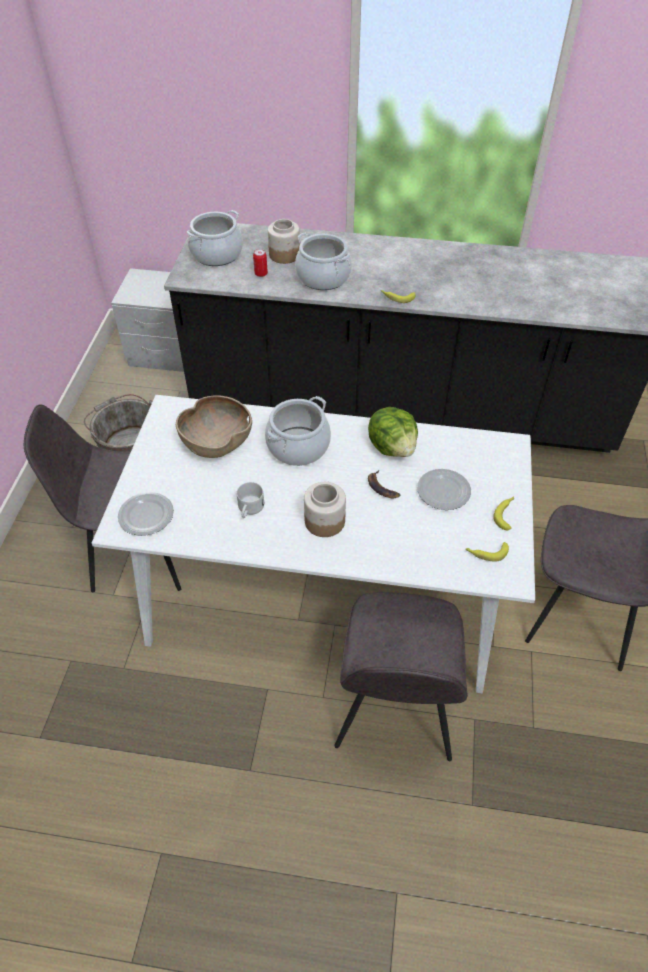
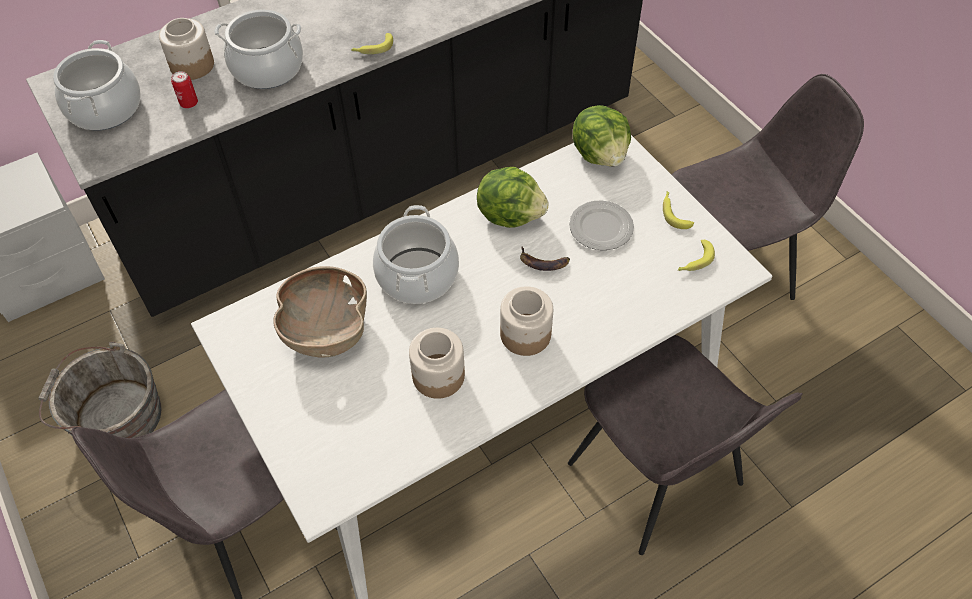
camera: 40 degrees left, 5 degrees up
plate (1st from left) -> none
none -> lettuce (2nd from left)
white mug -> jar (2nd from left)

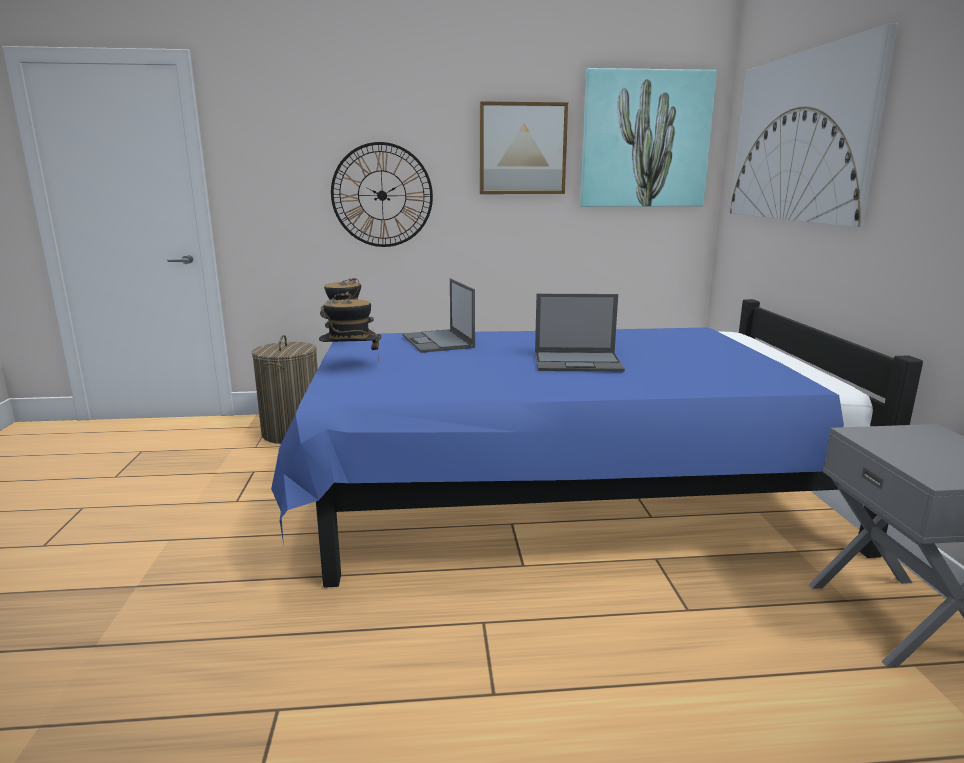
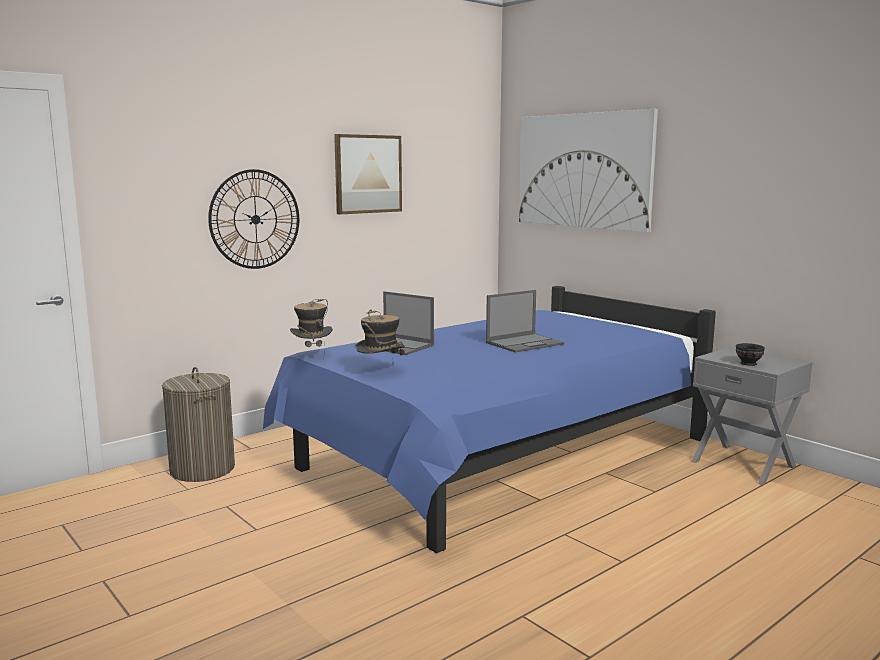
camera: 35 degrees left, 5 degrees down
picture (2nd from left) -> none
none -> black bowl

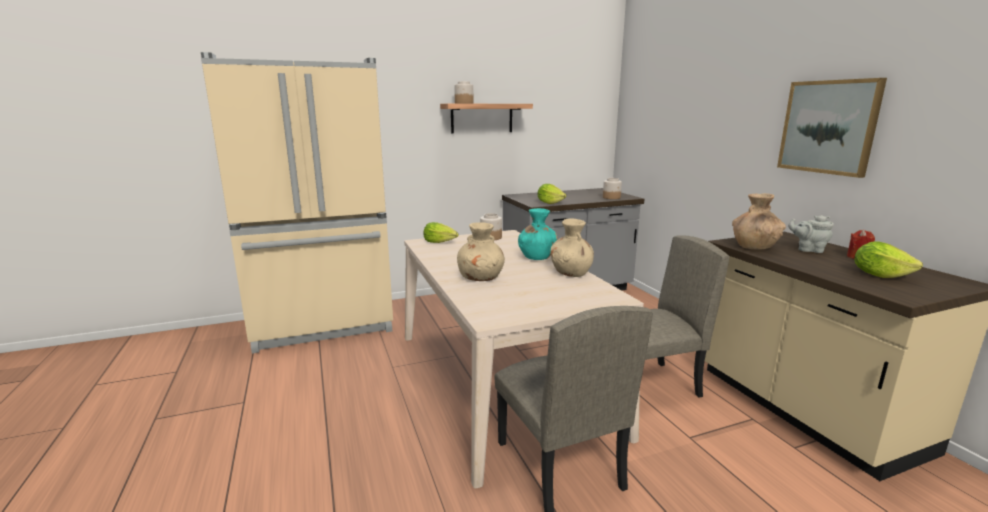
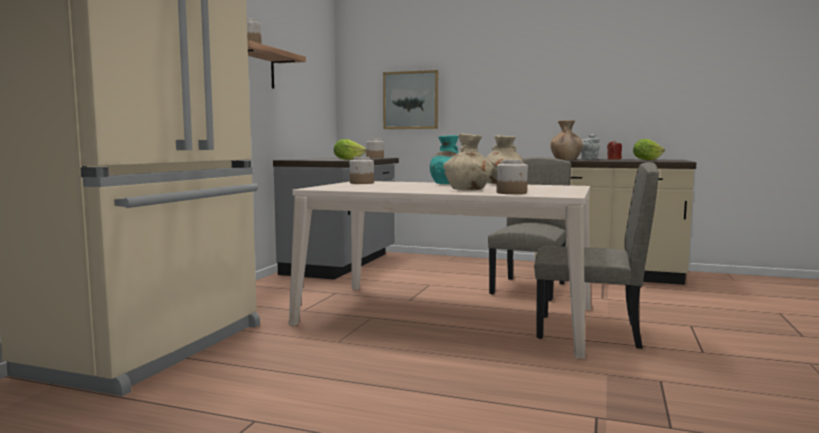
camera: 50 degrees left, 10 degrees down
lettuce (1st from left) -> none
none -> jar (4th from left)
picture, moved

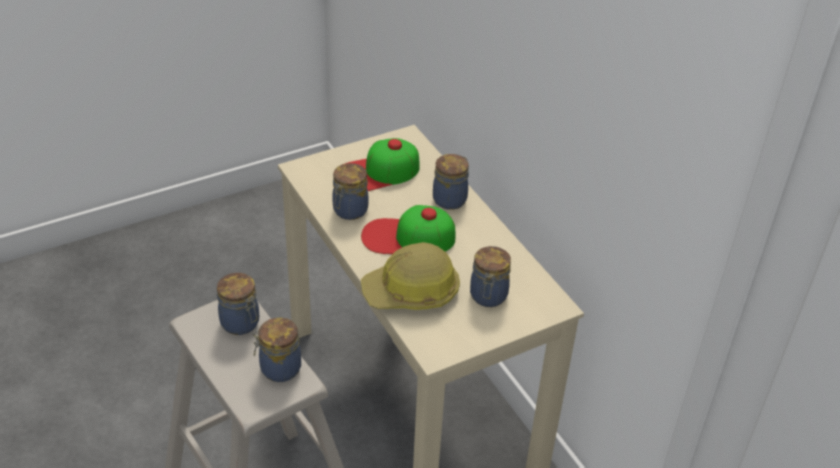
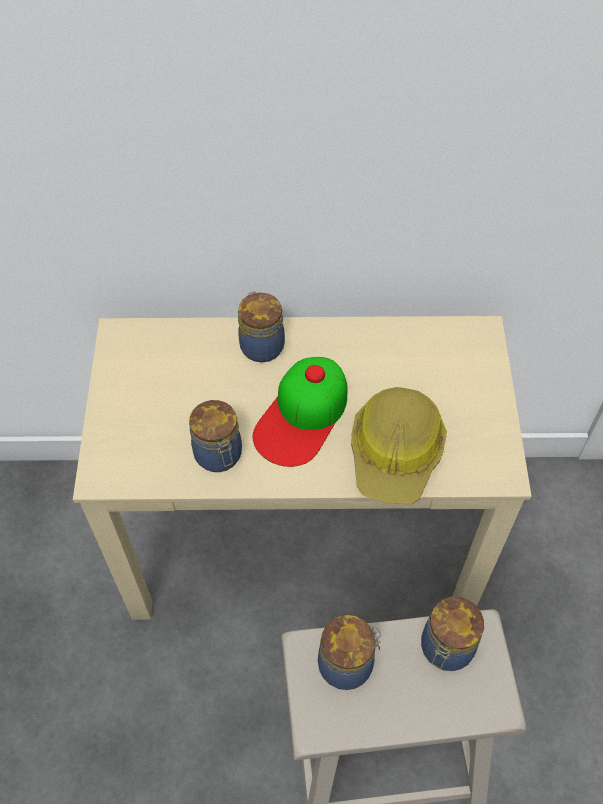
camera: 60 degrees left, 15 degrees up
cap (1st from left) -> none
jar (5th from left) -> none

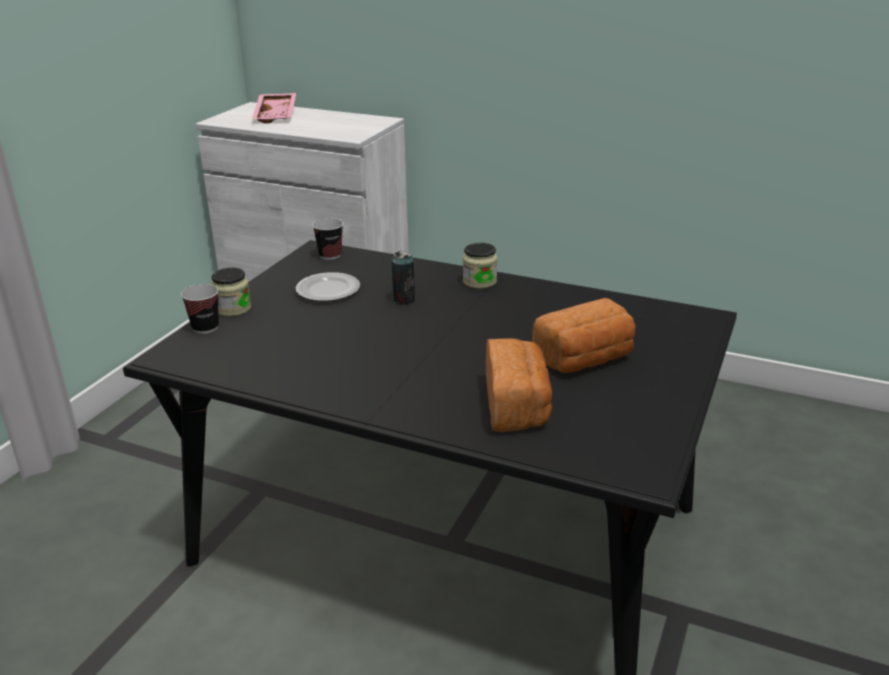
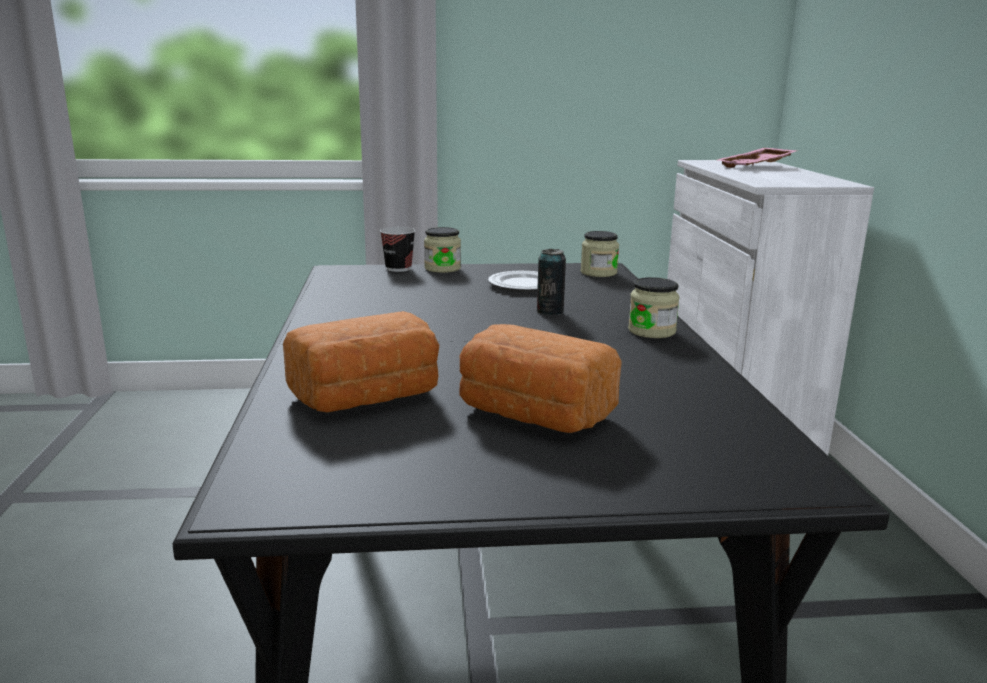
camera: 60 degrees right, 10 degrees down
cup (2nd from left) -> jar (2nd from left)

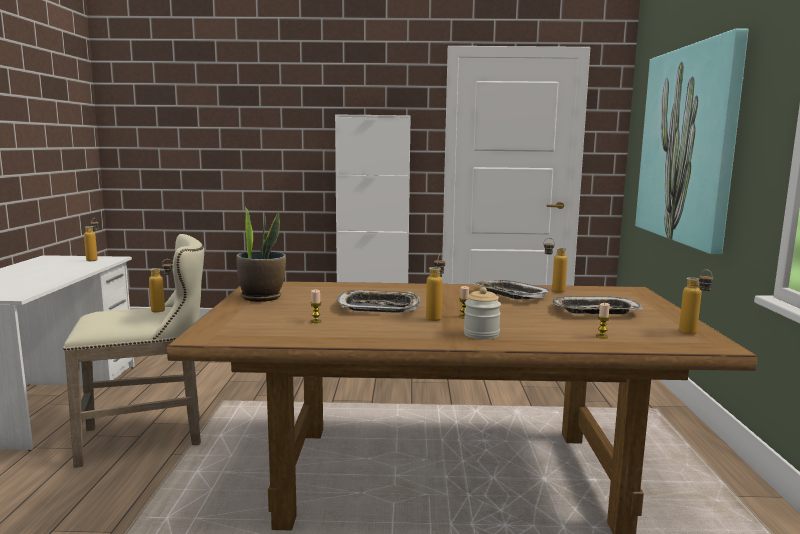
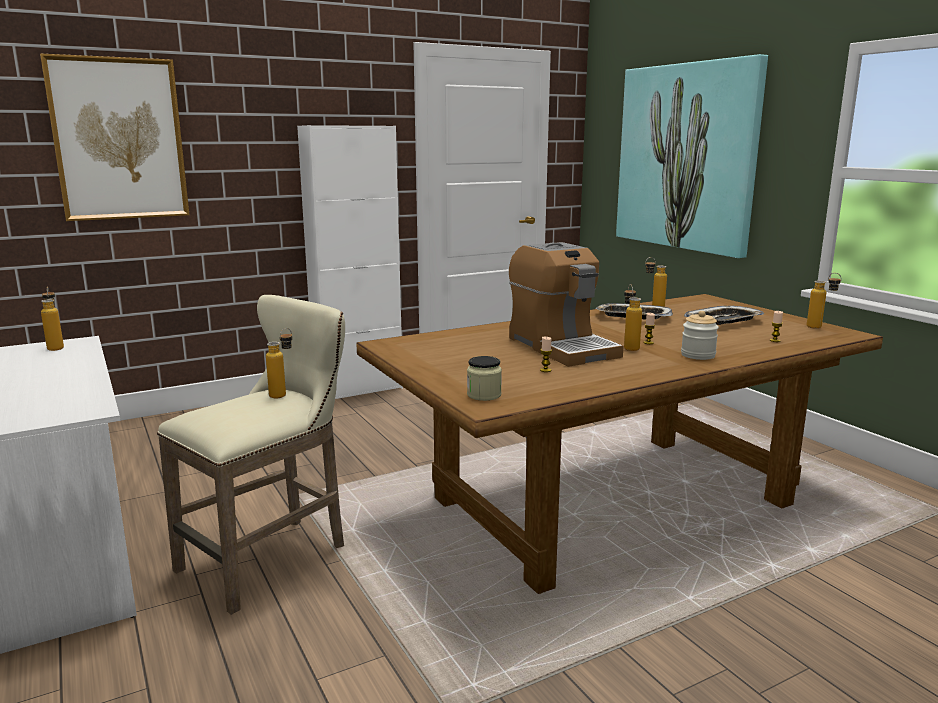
camera: 30 degrees left, 5 degrees up
potted plant -> none
none -> picture (1st from left)
none -> jar (1st from left)
tray (1st from left) -> coffee machine

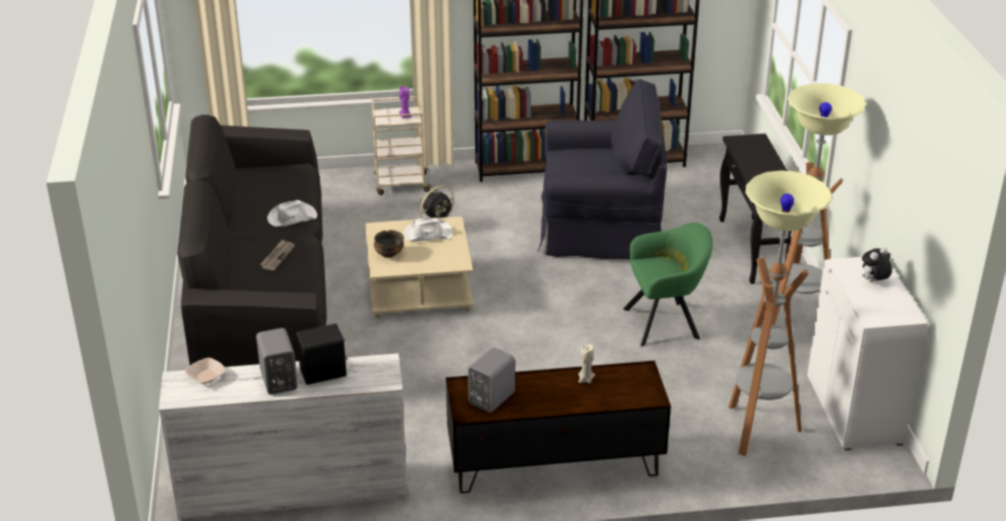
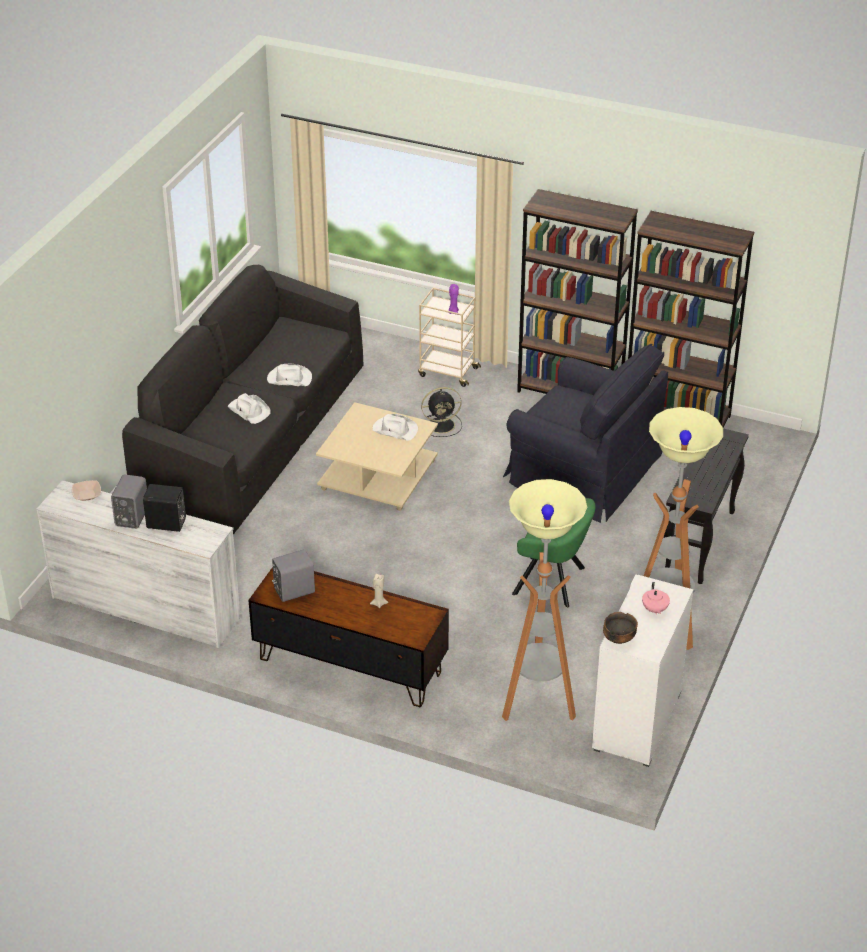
camera: 30 degrees right, 5 degrees up
bowl (2nd from left), moved
newspaper -> white hat (1st from left)
plush toy -> pink teapot

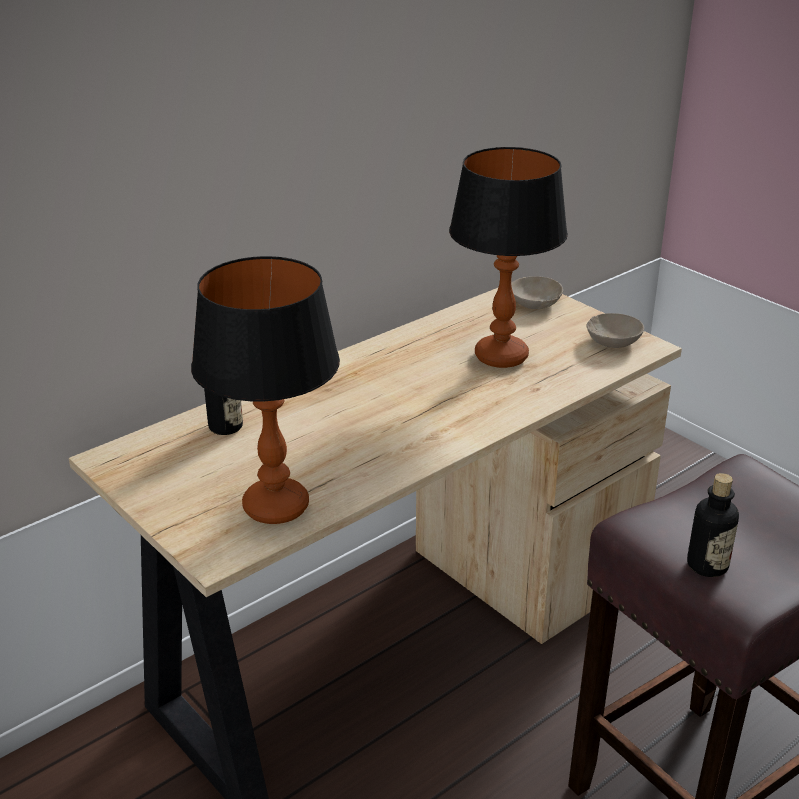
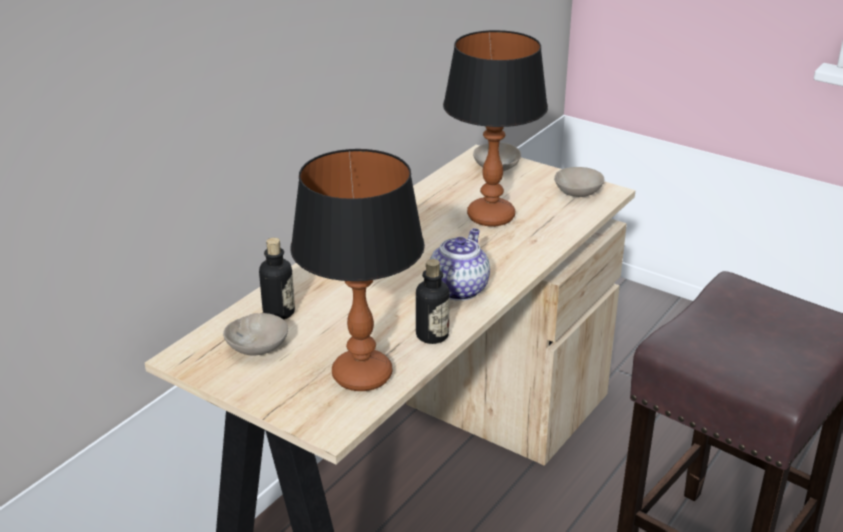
camera: 15 degrees left, 0 degrees up
none -> beige bowl (1st from left)
none -> teapot
bottle (2nd from left), moved

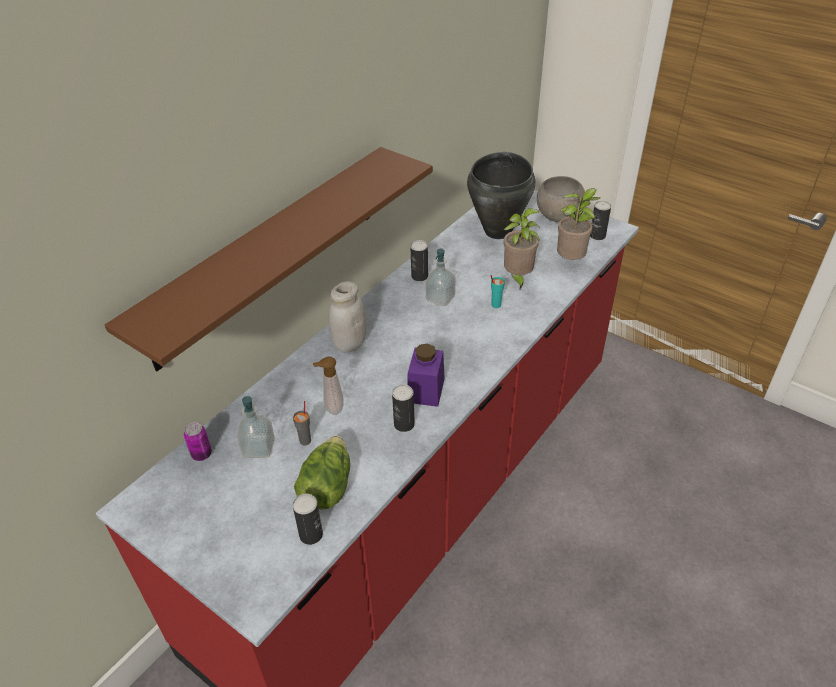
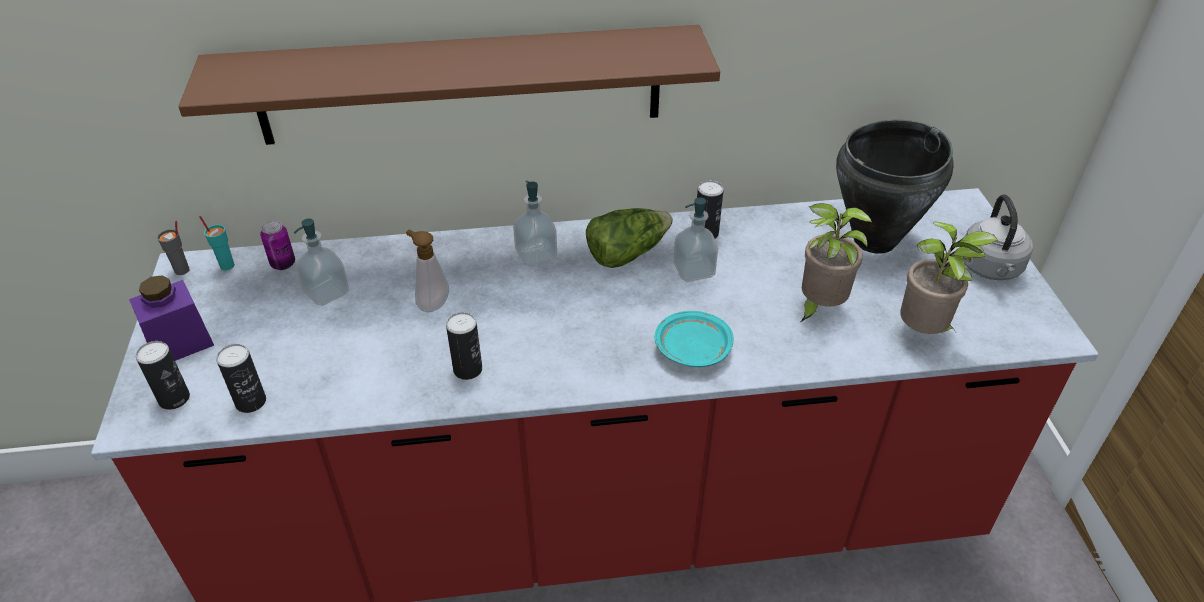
camera: 45 degrees right, 0 degrees up
none -> turquoise plate
grey cup, moved
lettuce, moved
purple jar, moved
turquoise cup, moved
can (5th from left in the first image) -> can (1st from left), moved
white jar -> soap dispenser (3rd from left)
grey bowl -> grey kettle

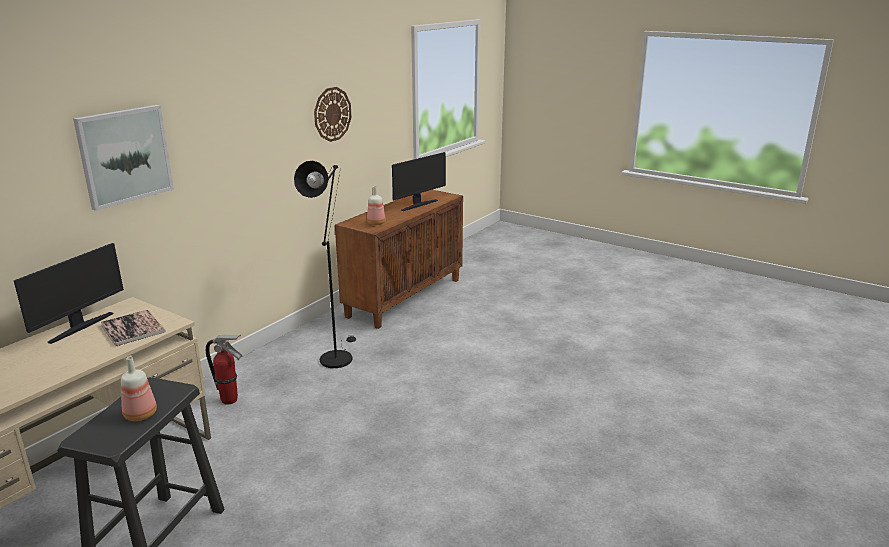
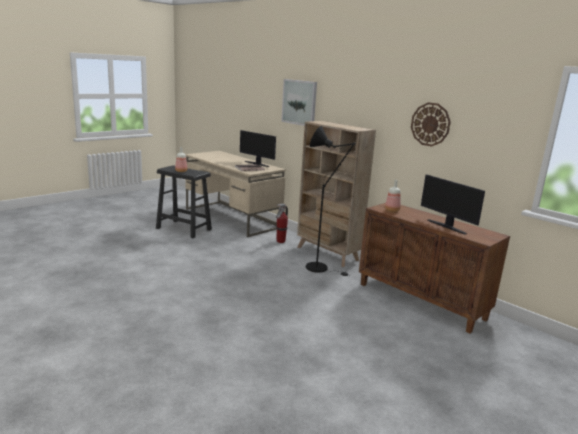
camera: 100 degrees right, 5 degrees down
none -> beige bookcase

